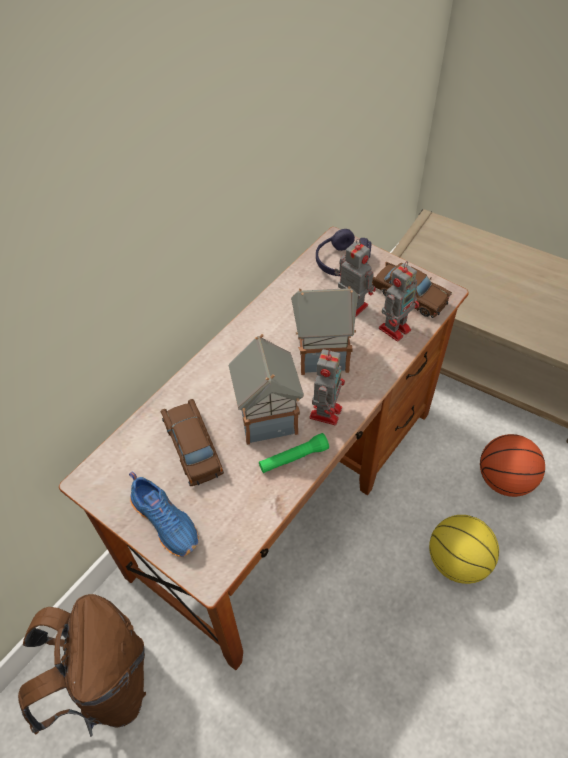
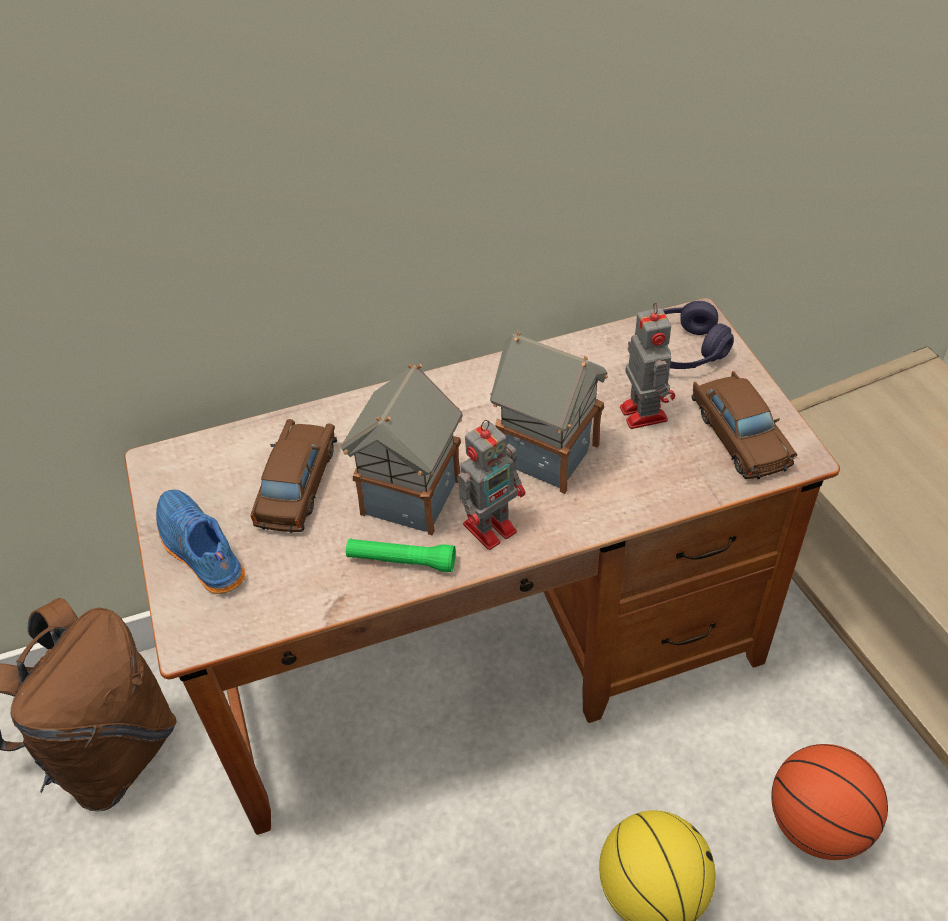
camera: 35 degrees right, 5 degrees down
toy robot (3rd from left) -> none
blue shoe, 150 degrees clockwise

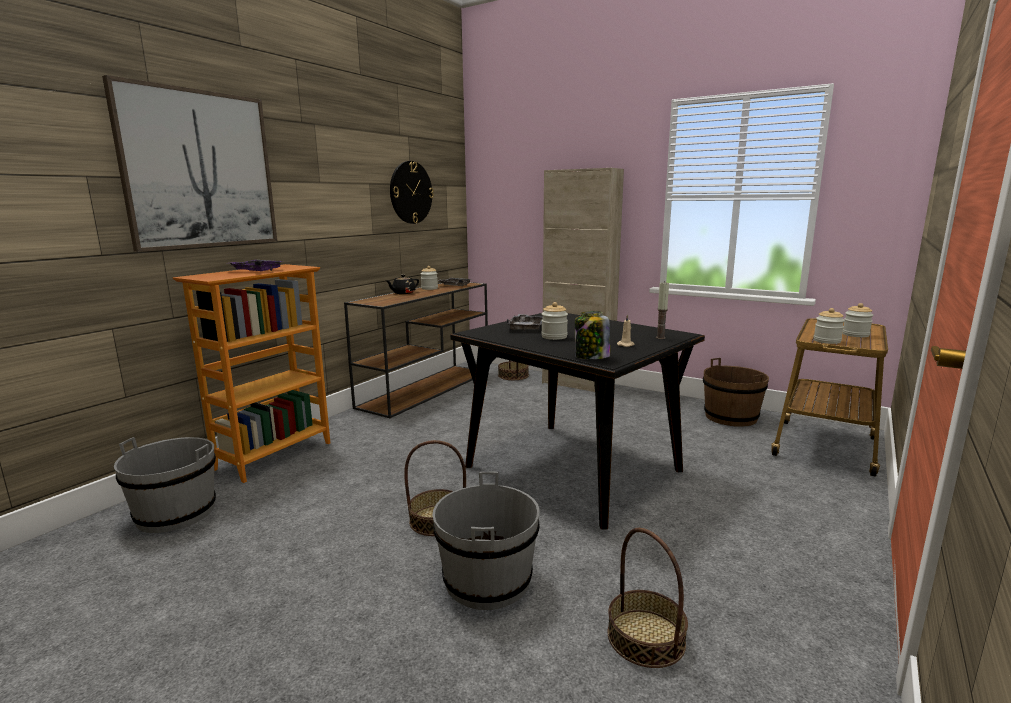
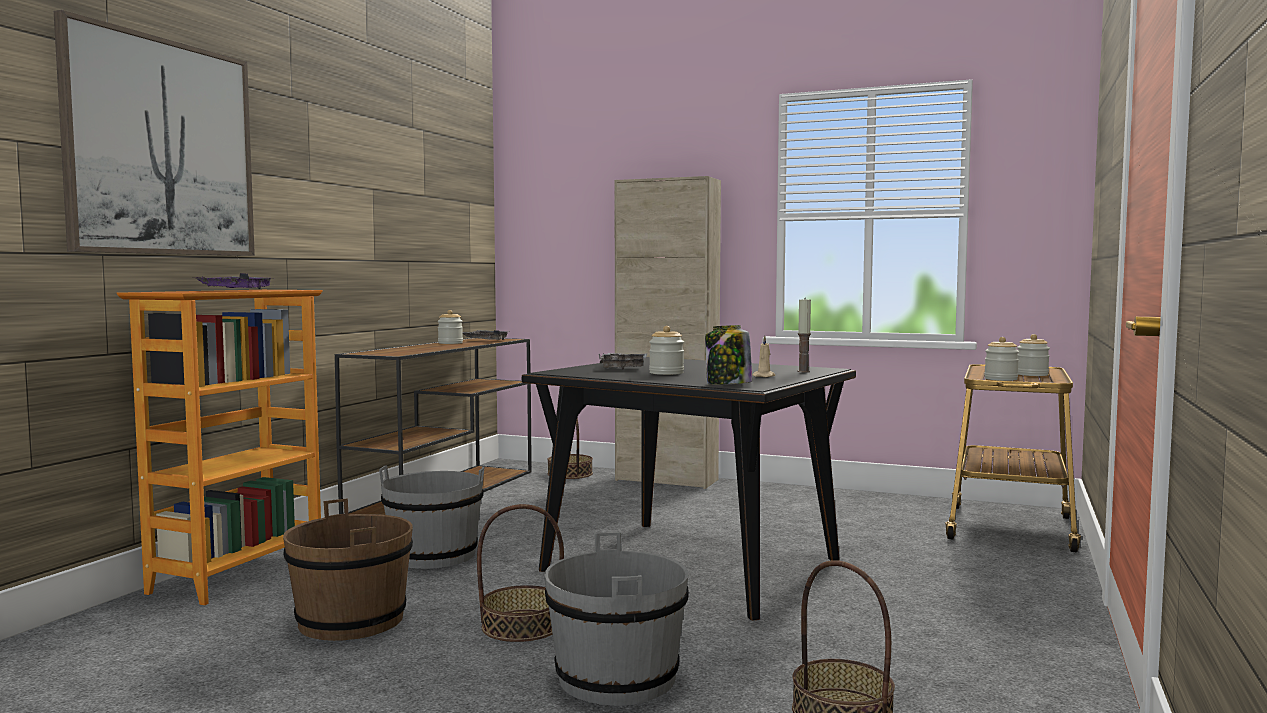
camera: 10 degrees left, 10 degrees down
black teapot -> none
wall clock -> none
grey bucket (1st from left), moved
brown bucket, moved

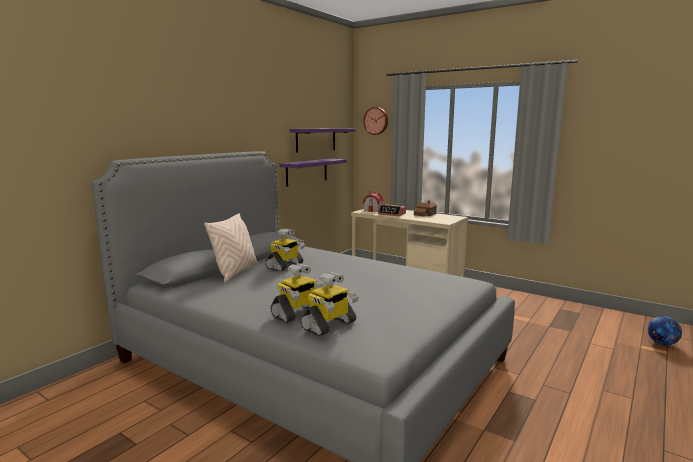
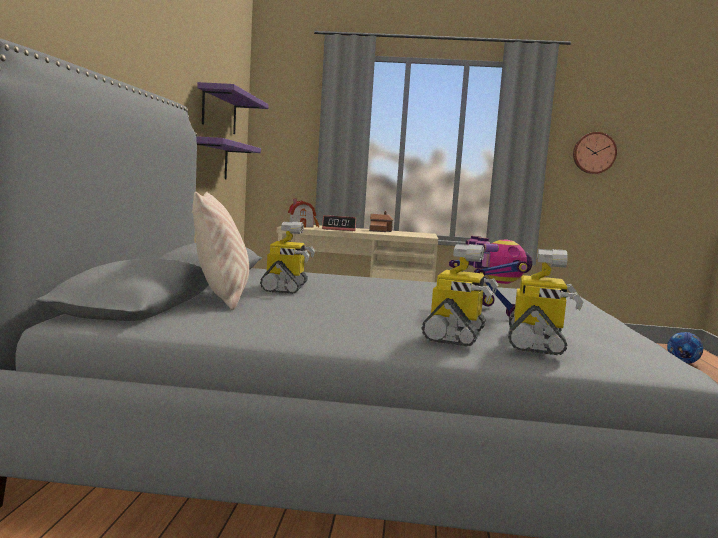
camera: 30 degrees left, 5 degrees down
none -> toy robot (3rd from left)
wall clock, moved

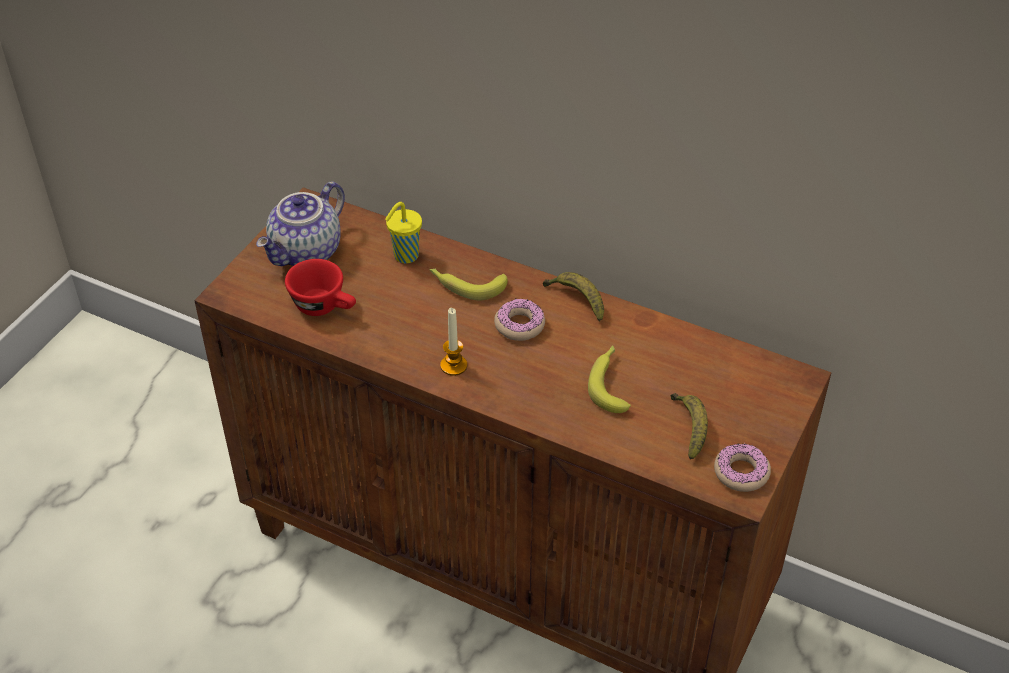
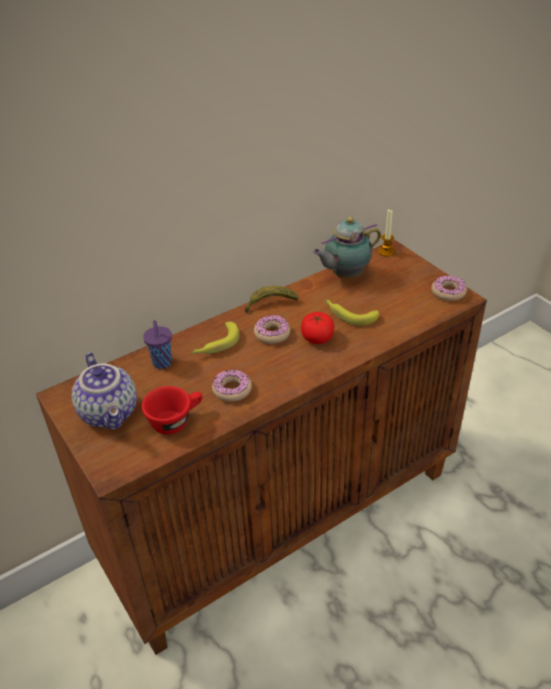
camera: 60 degrees left, 5 degrees down
banana (4th from left) -> none
none -> donut (1st from left)
none -> tomato
none -> teapot (2nd from left)
candle, moved
yellow cup -> purple cup

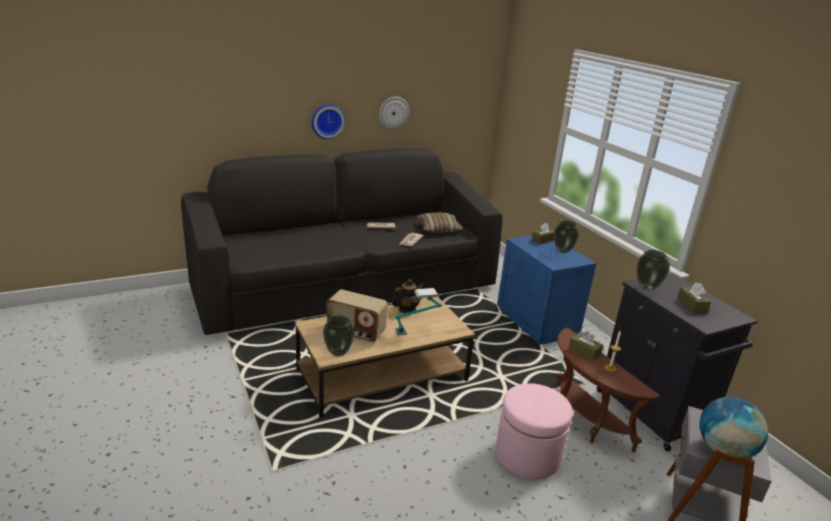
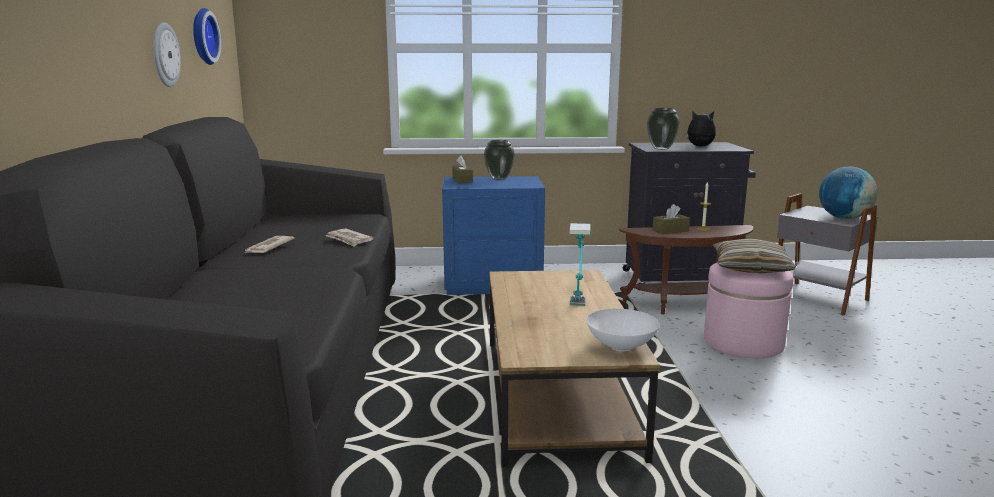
camera: 65 degrees left, 10 degrees down
radio -> none
teapot -> none
wall clock (1st from left in the first image) -> wall clock (2nd from left), moved
pillow, moved
vase (1st from left) -> white bowl
brown tissue box (3rd from left) -> plush toy

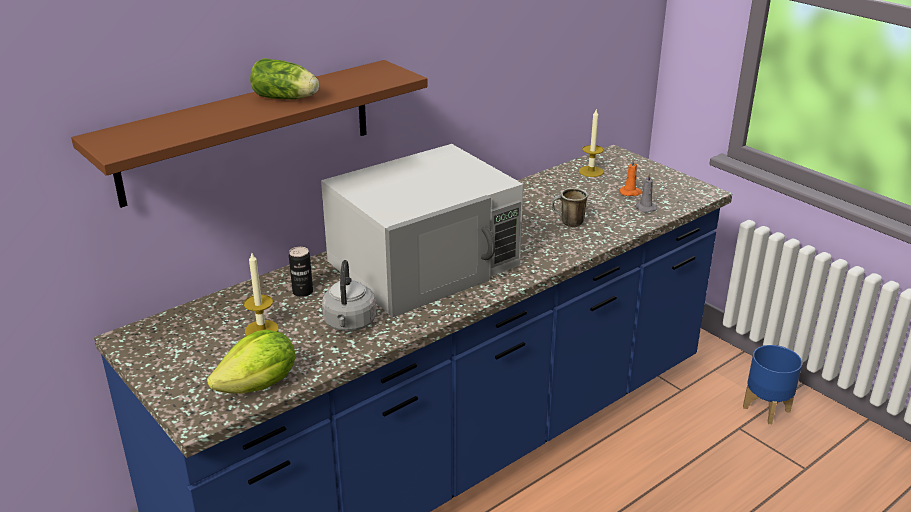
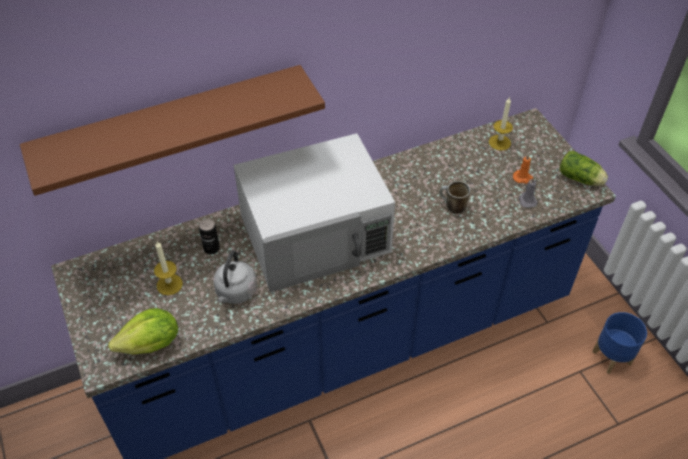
camera: 15 degrees right, 20 degrees up
lettuce (2nd from left), moved

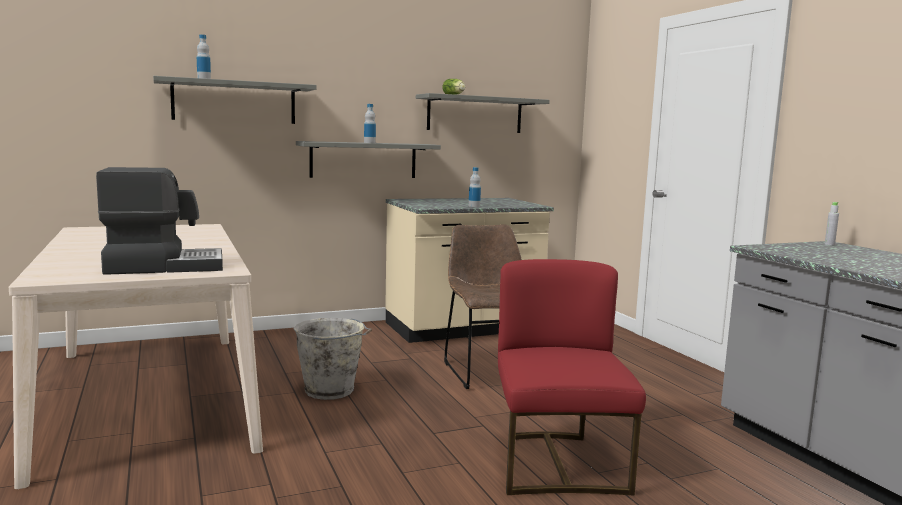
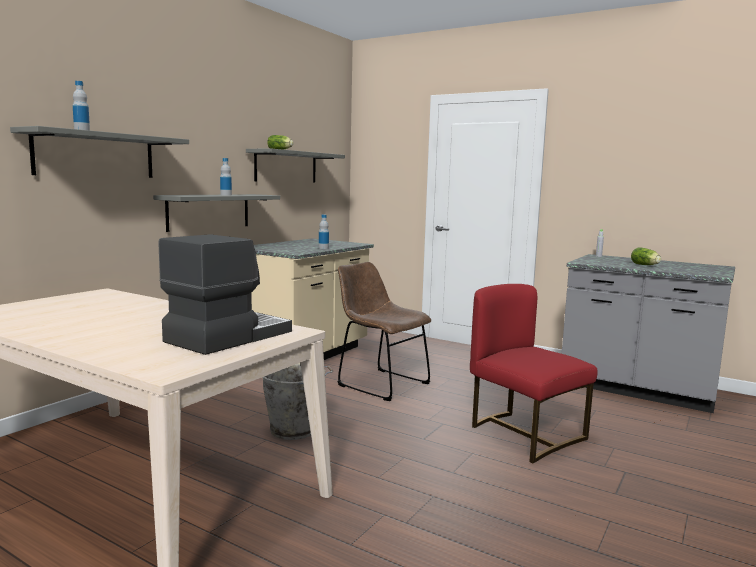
camera: 35 degrees left, 0 degrees up
none -> lettuce (2nd from left)

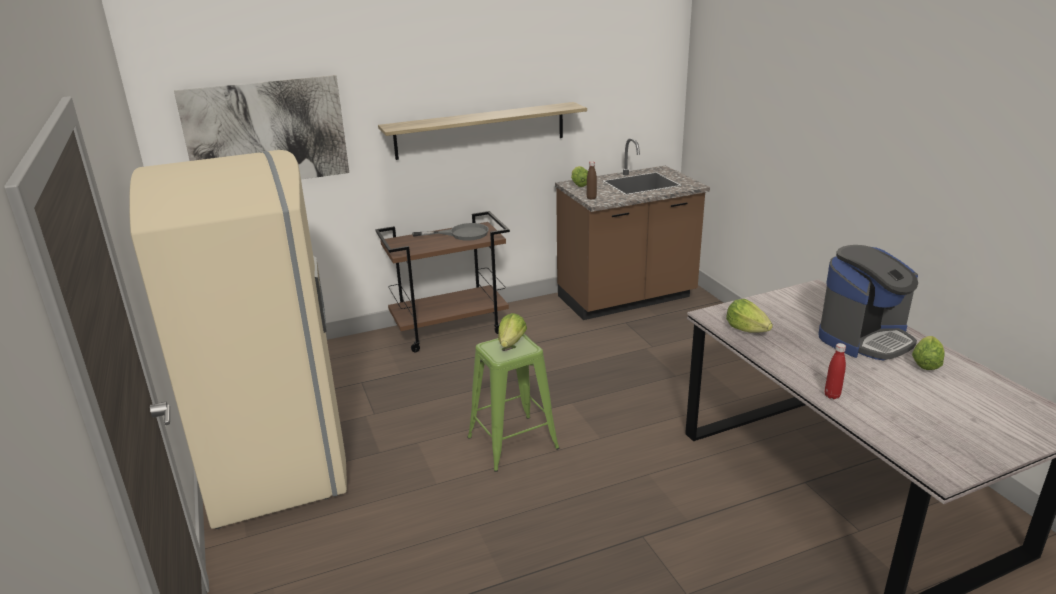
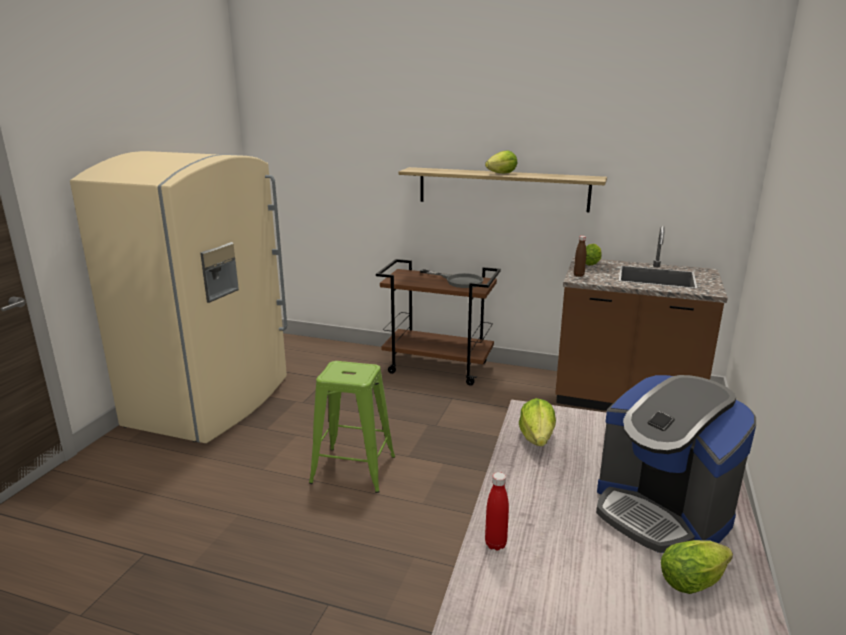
camera: 40 degrees right, 5 degrees down
picture -> none
lettuce (1st from left), moved
coffee machine, 45 degrees clockwise

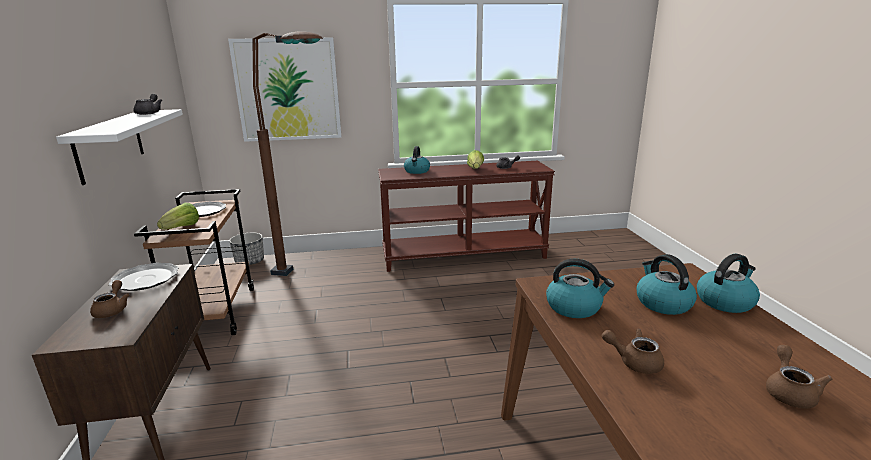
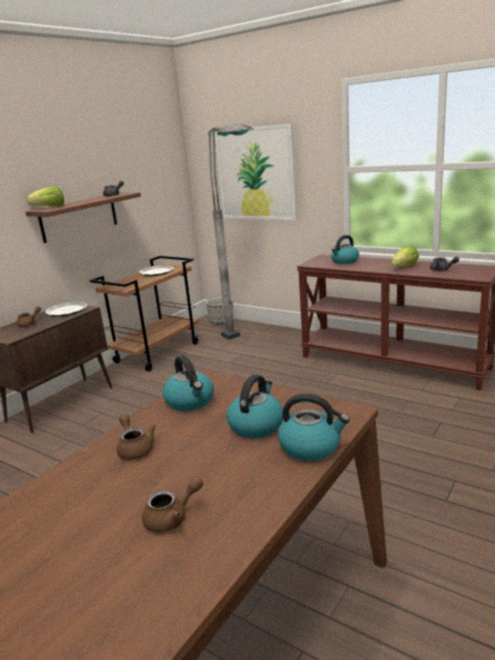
camera: 45 degrees right, 0 degrees up
lettuce (1st from left), moved
white shelf -> brown shelf
brown floor lamp -> grey floor lamp

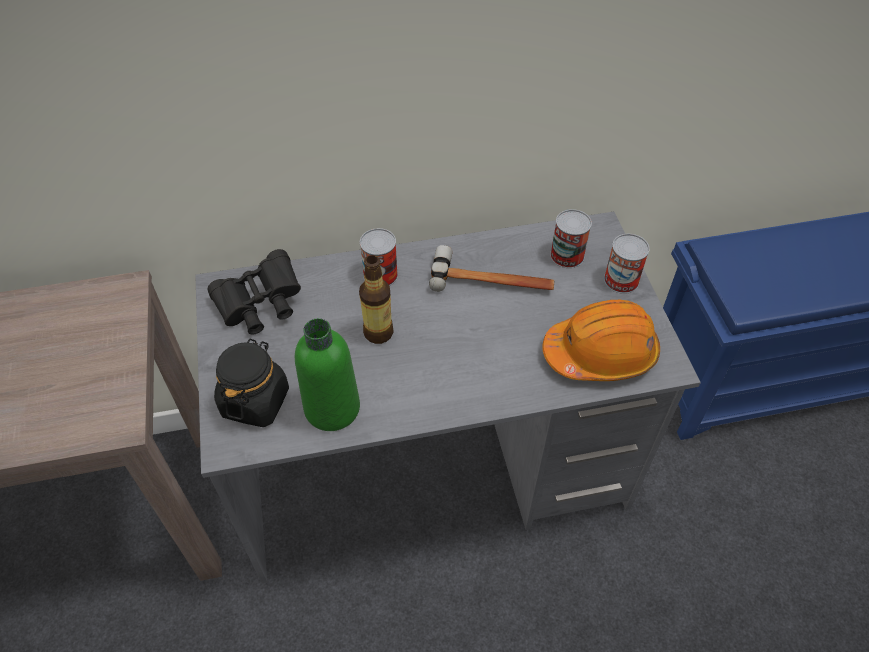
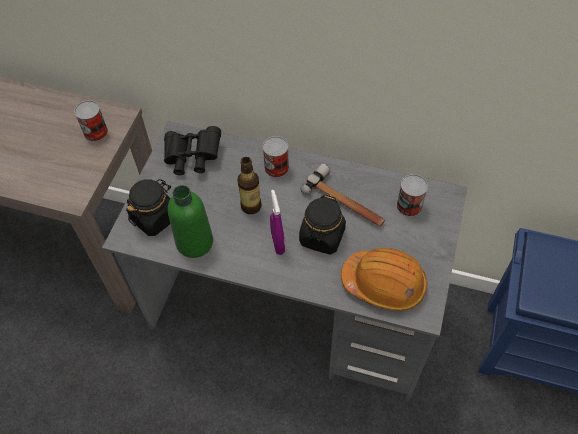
camera: 30 degrees right, 5 degrees up
none -> purple spray bottle
none -> black jar (2nd from left)
can (3rd from left in the first image) -> can (1st from left), moved

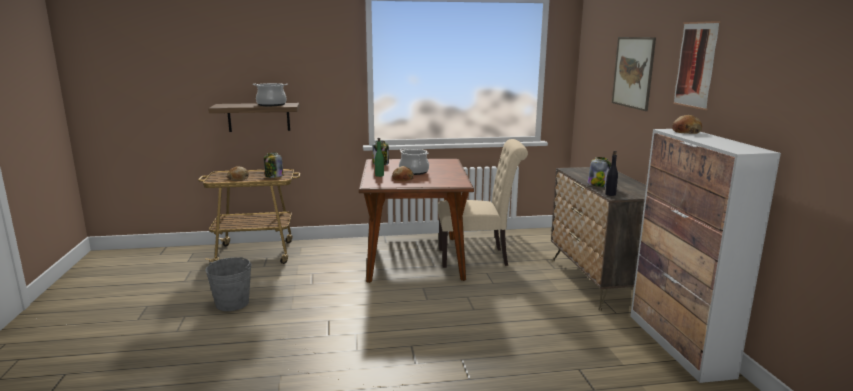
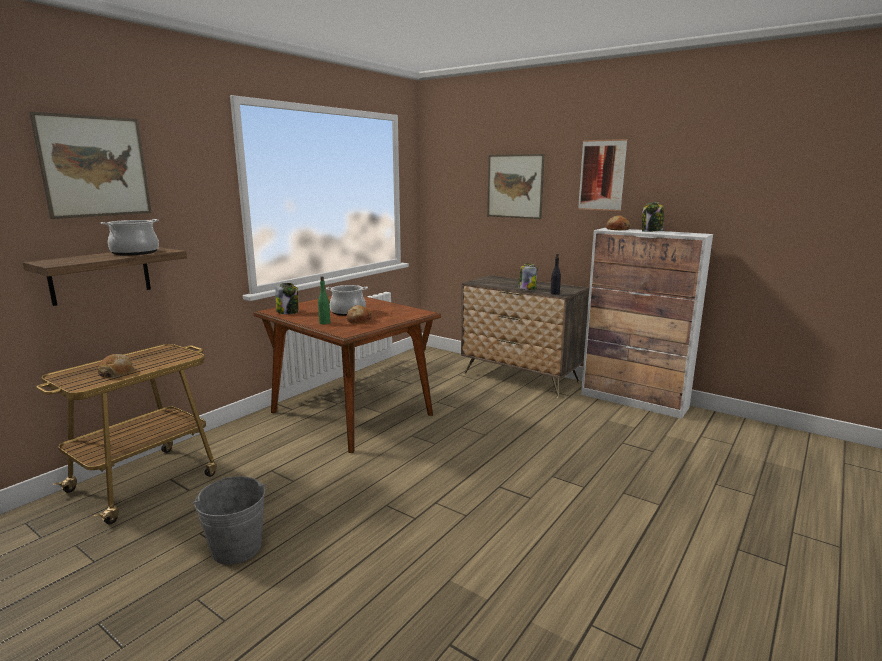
camera: 45 degrees left, 0 degrees up
beige chair -> none
none -> picture (1st from left)
jar (1st from left in the first image) -> jar (3rd from left), moved

